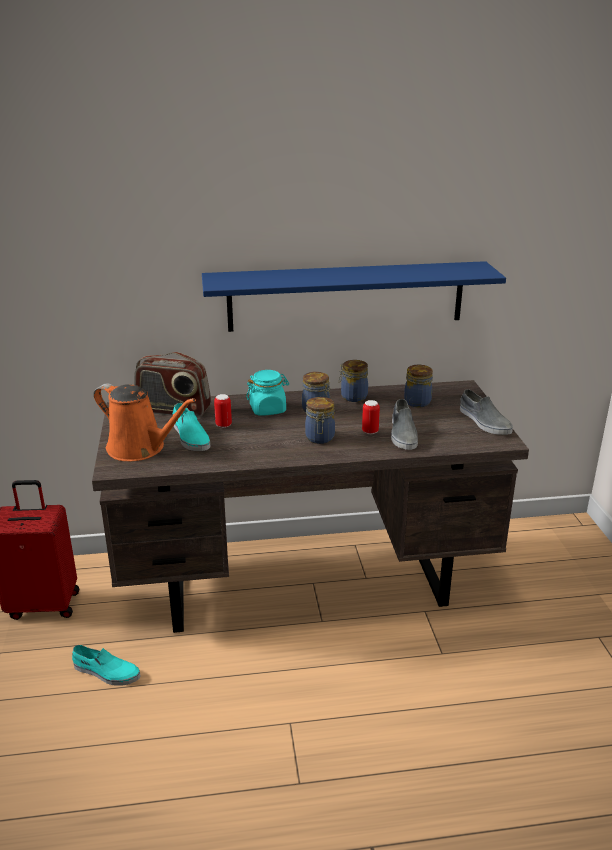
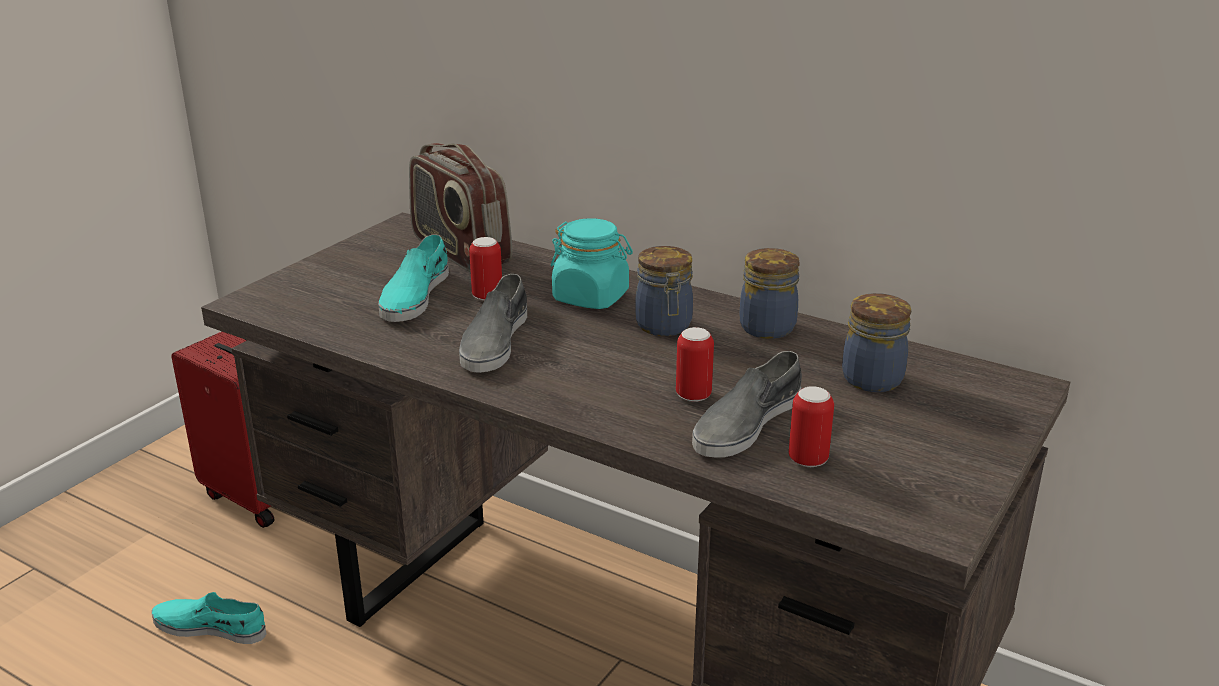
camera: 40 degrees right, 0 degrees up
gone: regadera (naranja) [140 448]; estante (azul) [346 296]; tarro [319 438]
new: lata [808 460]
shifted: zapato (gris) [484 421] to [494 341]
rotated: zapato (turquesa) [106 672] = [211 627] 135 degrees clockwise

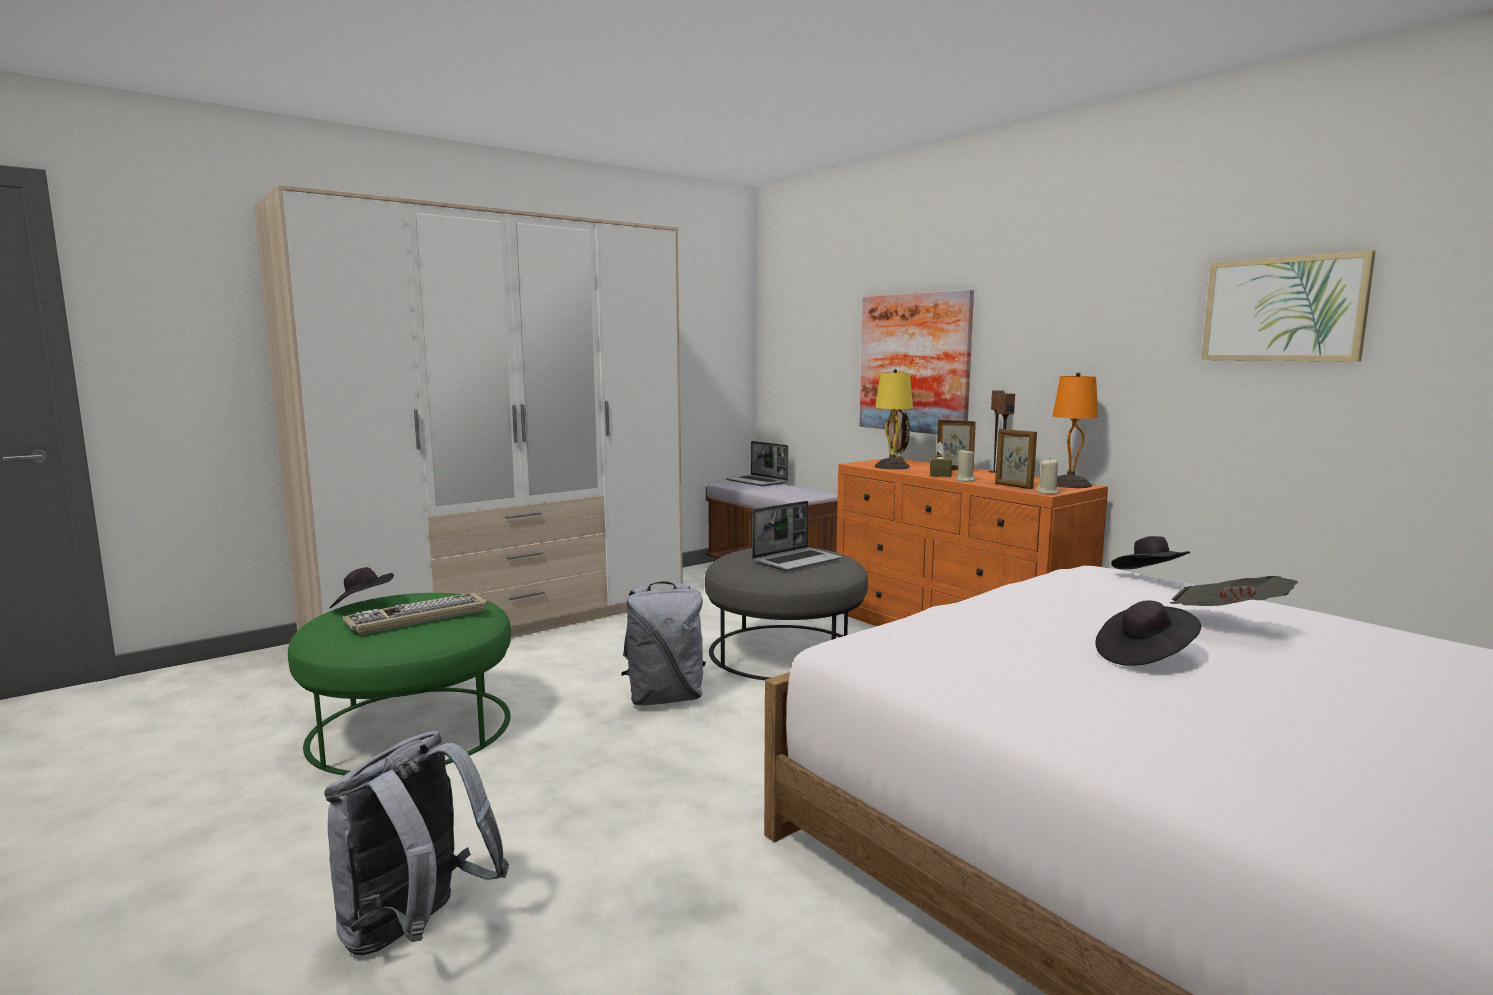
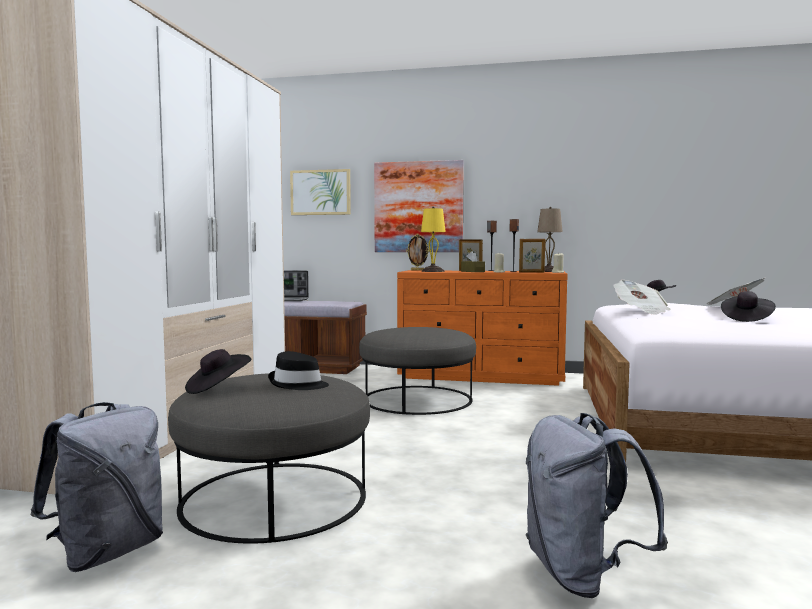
camera: 40 degrees left, 5 degrees down
gone: portátil [797 561]
new: periódico [641 311]
shifted: mochila (gris) [665 698] to [107 552]; cuadro [1283 309] to [320 192]
swapped: teclado [417 617] to sombrero (negro) [298 384]
repainted: puf (verde) [410 728] to puf (gris) [274 498]; lámpara de mesa (naranja) [1071 484] to lámpara de mesa (beis) [549 271]

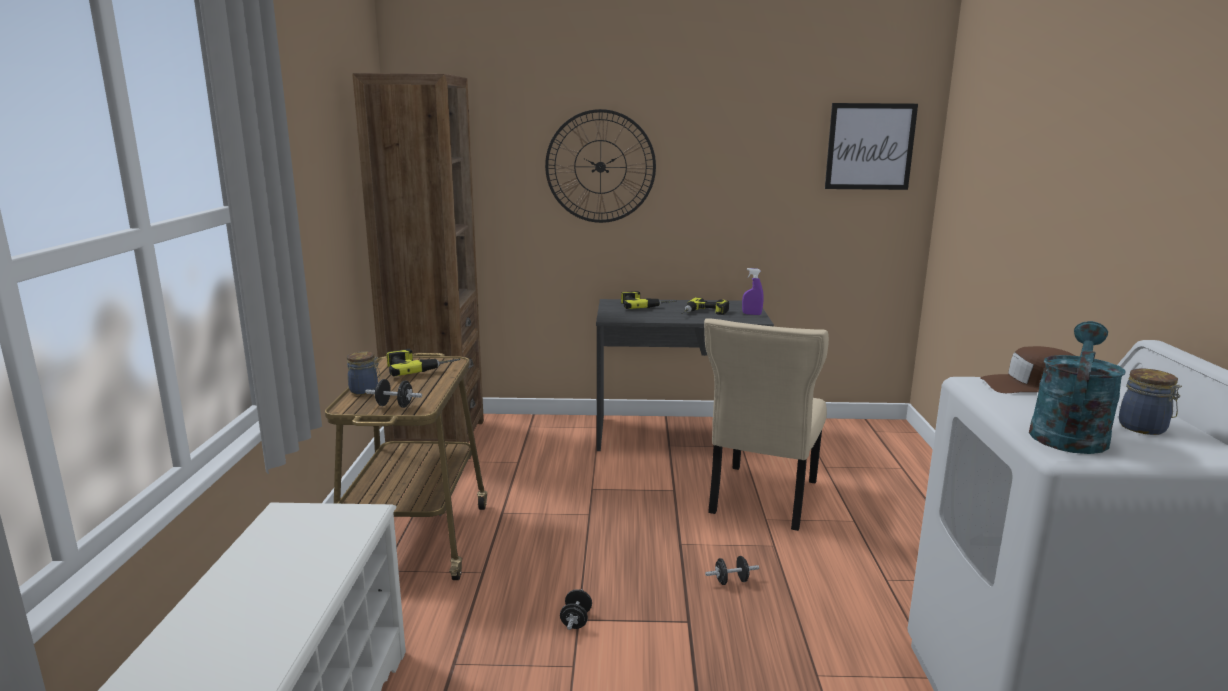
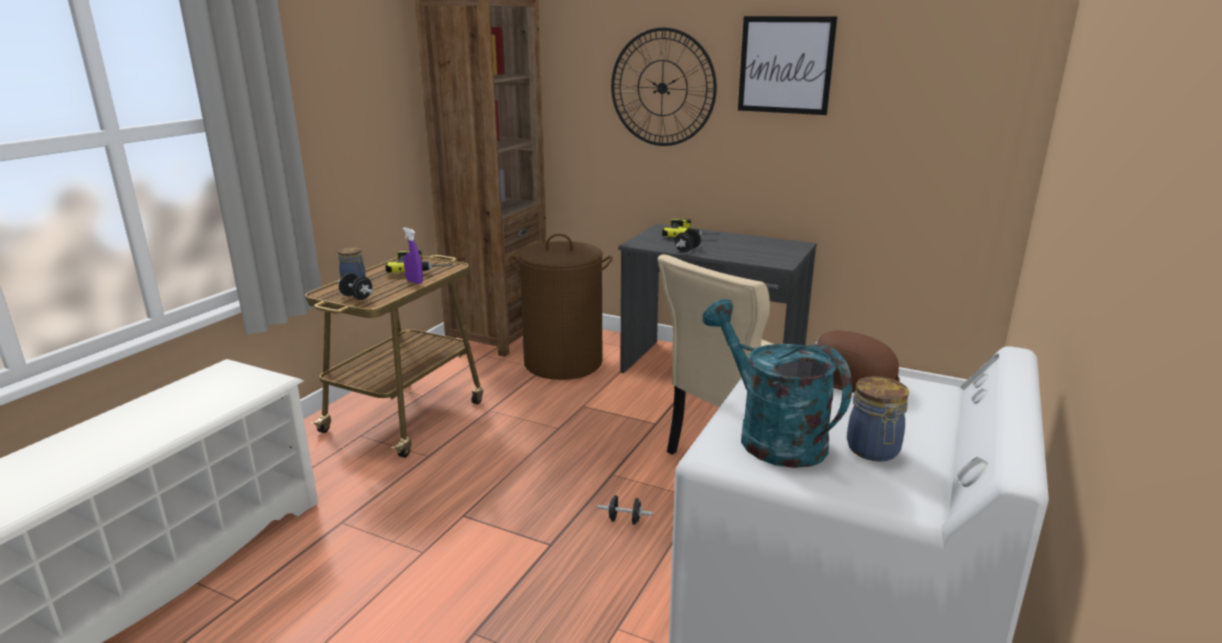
camera: 25 degrees right, 5 degrees up
gone: taladro [704 313]
new: cesto de la ropa (marrón) [563 362]
shifted: mancuerna (negro) [576 620] to [687 250]; pulverizador (morado) [751 314] to [414 282]; cuadro [870 146] to [785 65]
rotated: regadera (turquesa) [1068 432] = [770 435] 90 degrees counterclockwise

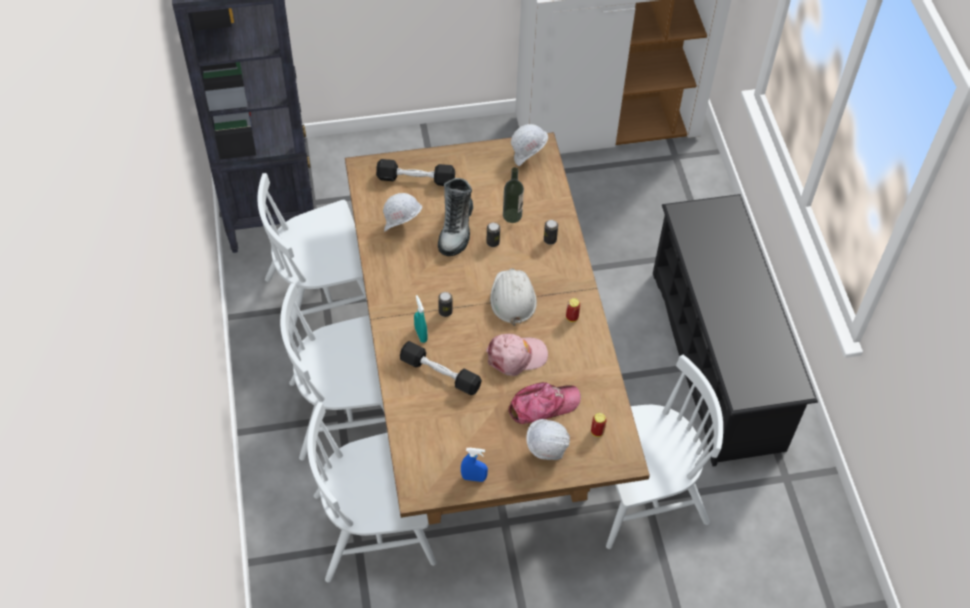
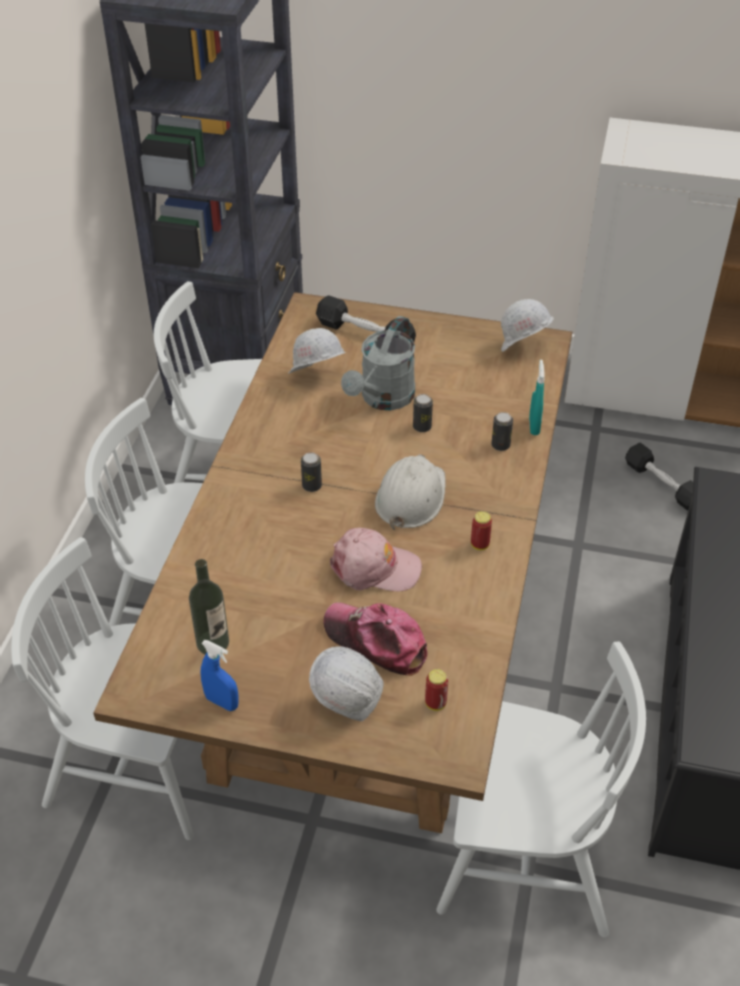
camera: 25 degrees right, 10 degrees down
shifted: mancuerna (negro) [440 374] to [662 485]; pulverizador (turquesa) [421 334] to [534 426]; botella [512 215] to [212 643]
swapped: bota [456 229] to regadera (gris) [383 399]
rotated: gorra [543 405] = [376 642] 150 degrees counterclockwise

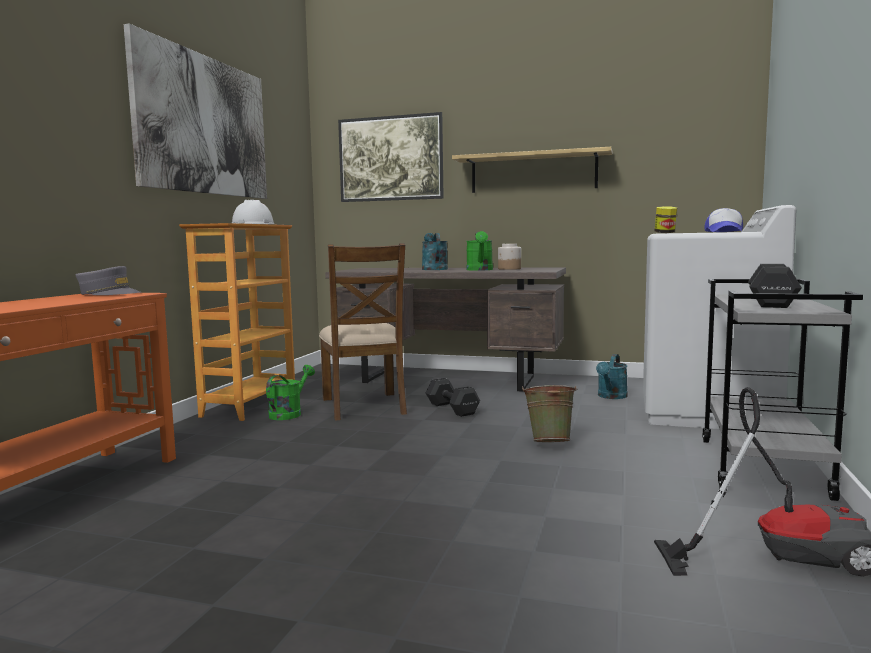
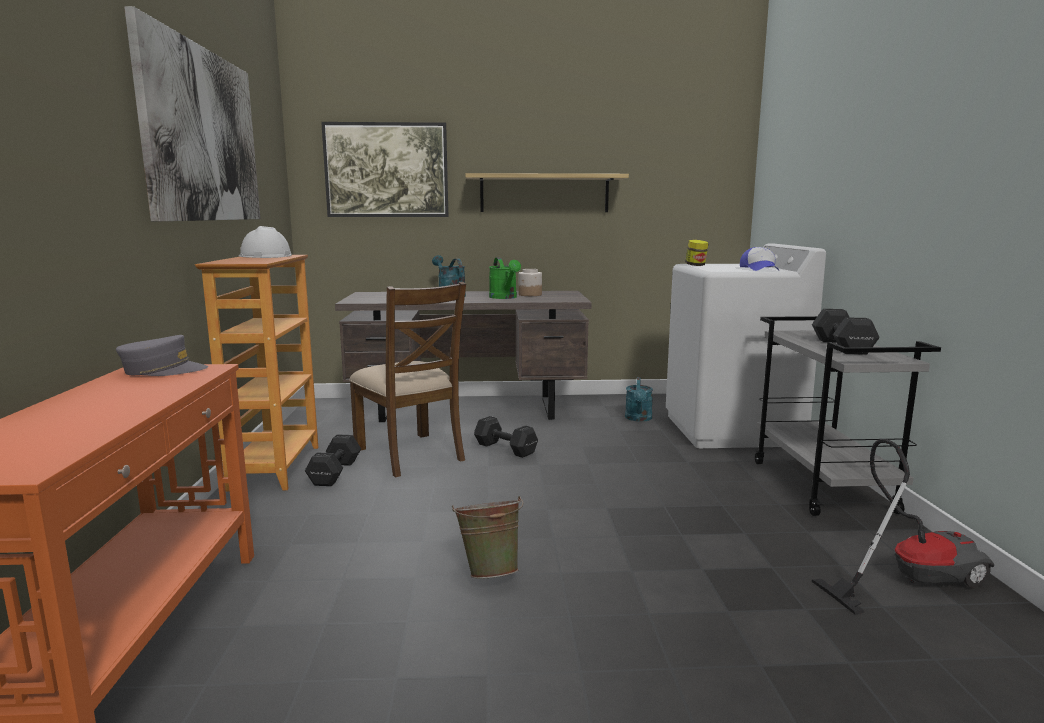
camera: 20 degrees left, 5 degrees up
shifted: cubo (verde) [550 442] to [490 572]
swapped: regadera (verde) [289 413] to mancuerna (negro) [333 473]

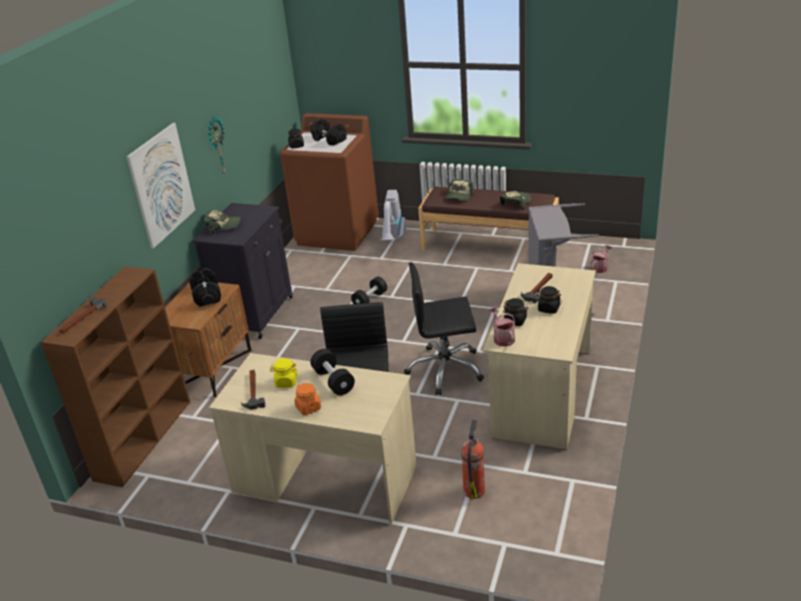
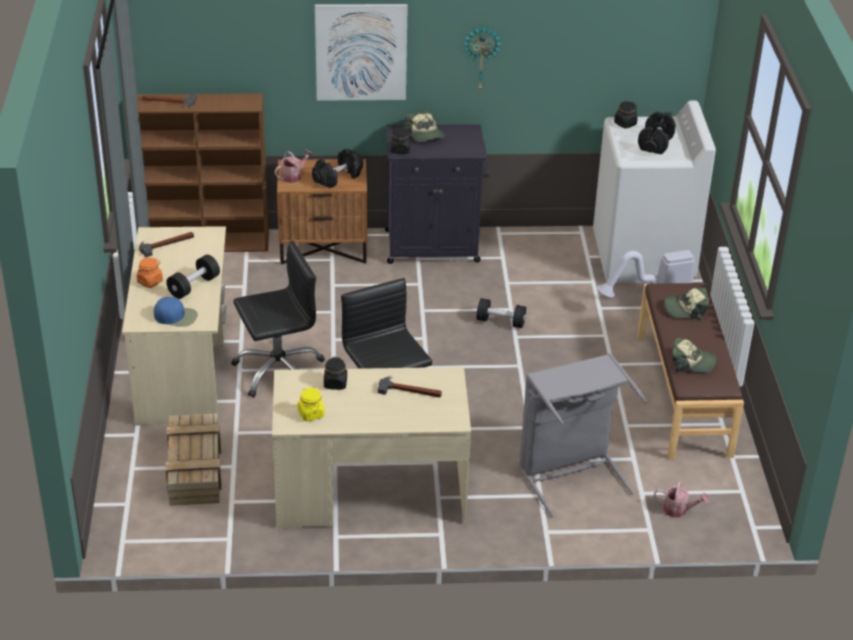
camera: 65 degrees right, 5 degrees up
new: gorra (azul) [176 316]
shifted: tarro (amarillo) [286 382] to [311 414]; regadera [502 338] to [293 176]; tarro (negro) [548 309] to [400 150]
swapped: extintor [474 490] to caja de embalaje [195 470]
repainted: lavadora (marrón) [338 232] to lavadora (blanco) [643 257]

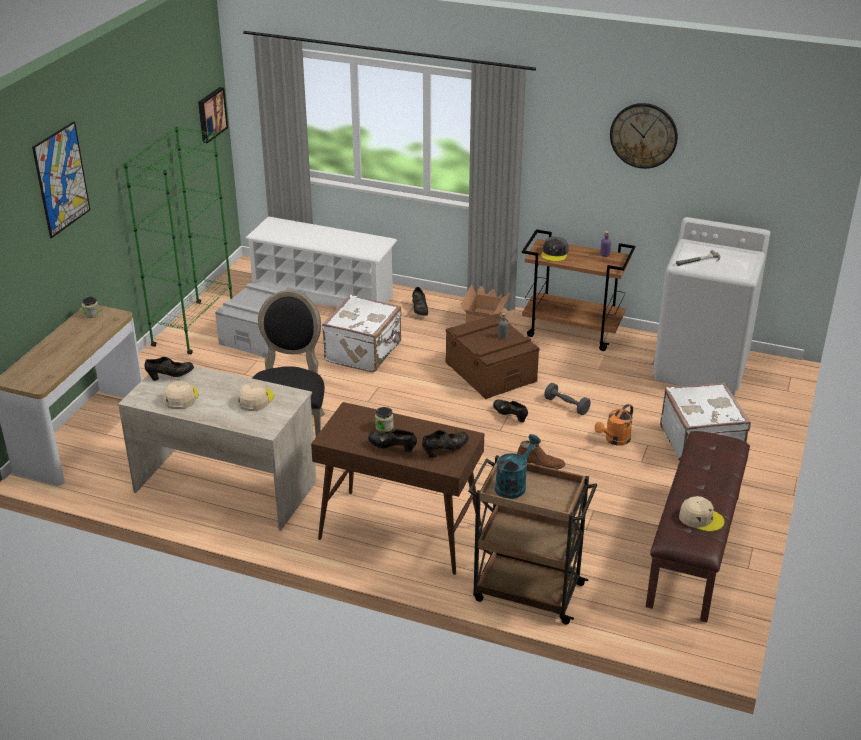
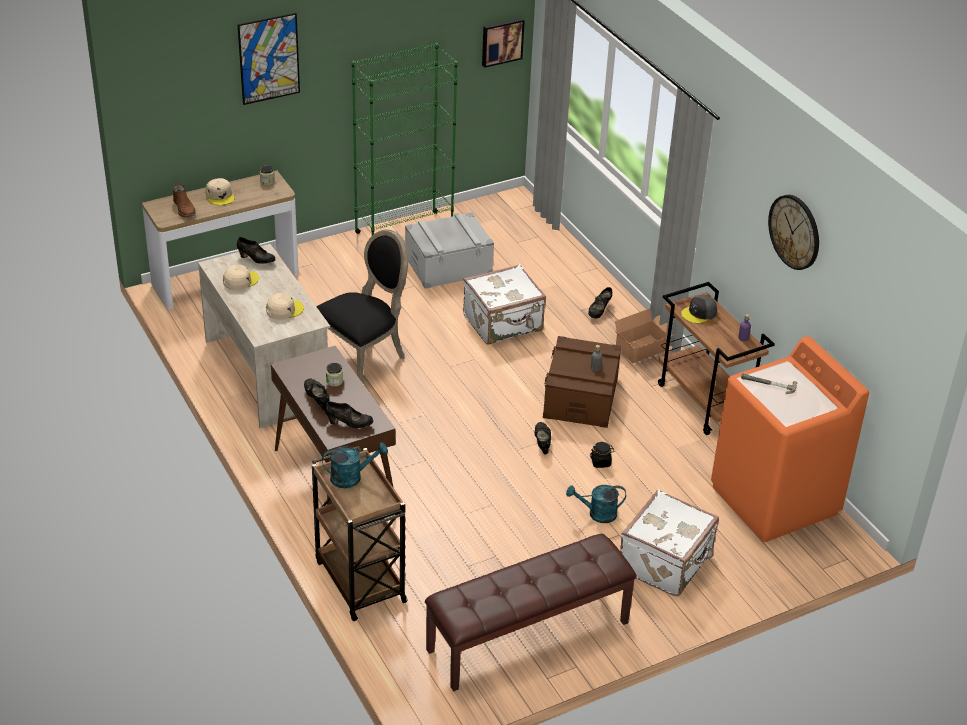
camera: 40 degrees right, 5 degrees up
gone: zapatero (blanco) [324 295]
shifted: bota (marrón) [540 463] to [184 208]; gorra (beis) [700 518] to [220 196]
swapped: mancuerna (gris) [566 405] to tarro (negro) [601 462]
repainted: regadera (naranja) [614 440] to regadera (turquesa) [597 514]; lavadora (blanco) [702 367] to lavadora (naranja) [775 500]

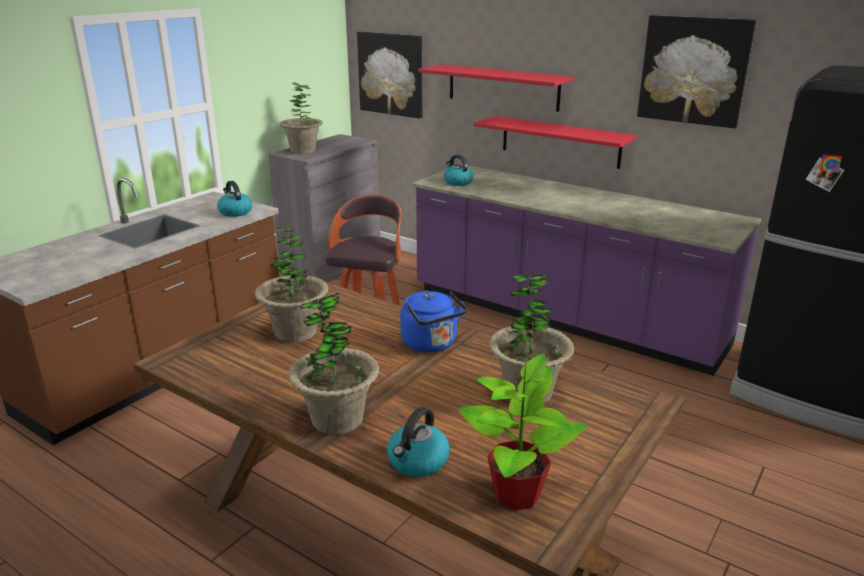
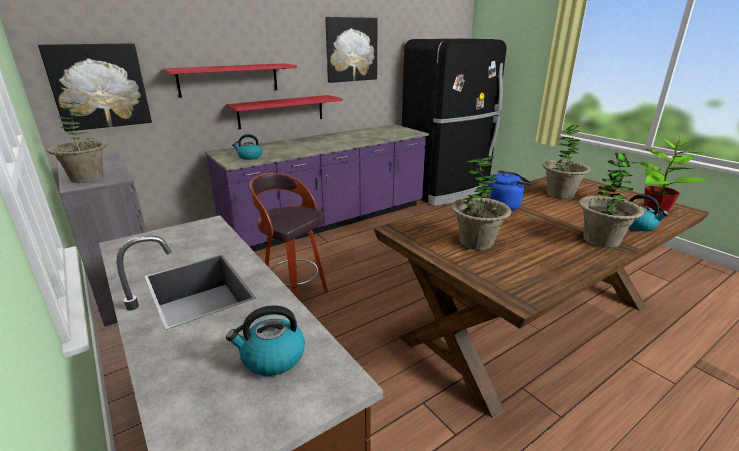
camera: 70 degrees left, 0 degrees up
shifted: hervidor [235 212] to [272 358]

